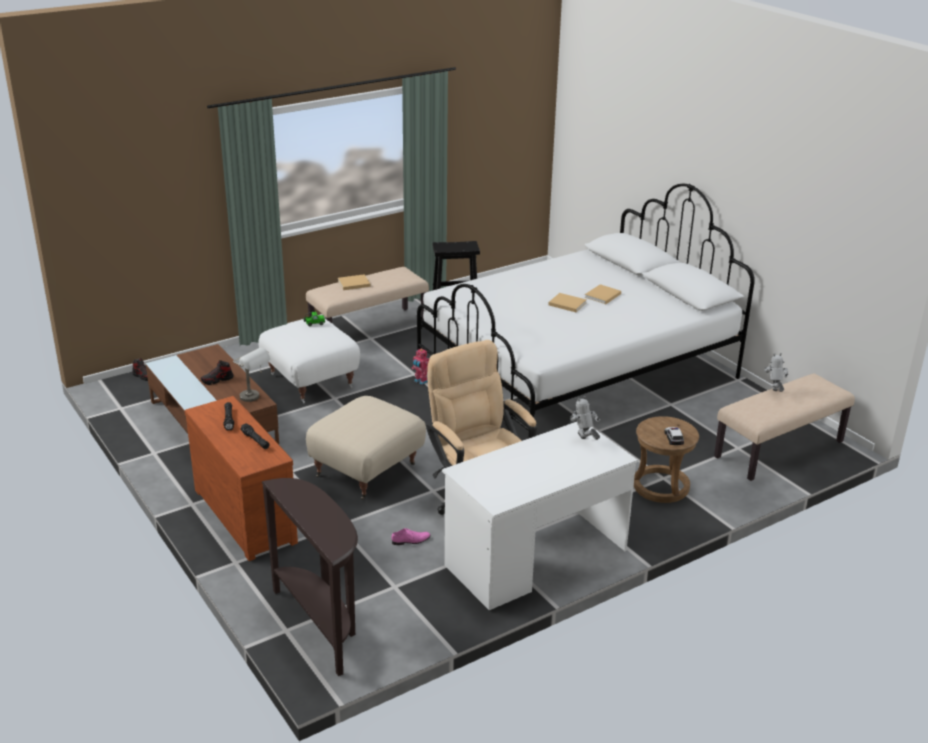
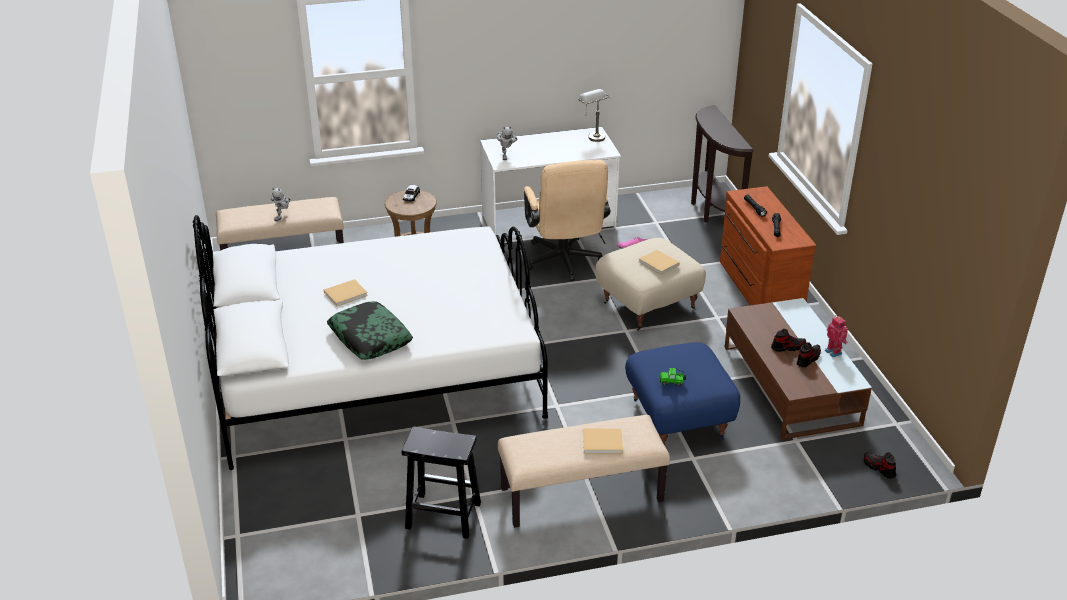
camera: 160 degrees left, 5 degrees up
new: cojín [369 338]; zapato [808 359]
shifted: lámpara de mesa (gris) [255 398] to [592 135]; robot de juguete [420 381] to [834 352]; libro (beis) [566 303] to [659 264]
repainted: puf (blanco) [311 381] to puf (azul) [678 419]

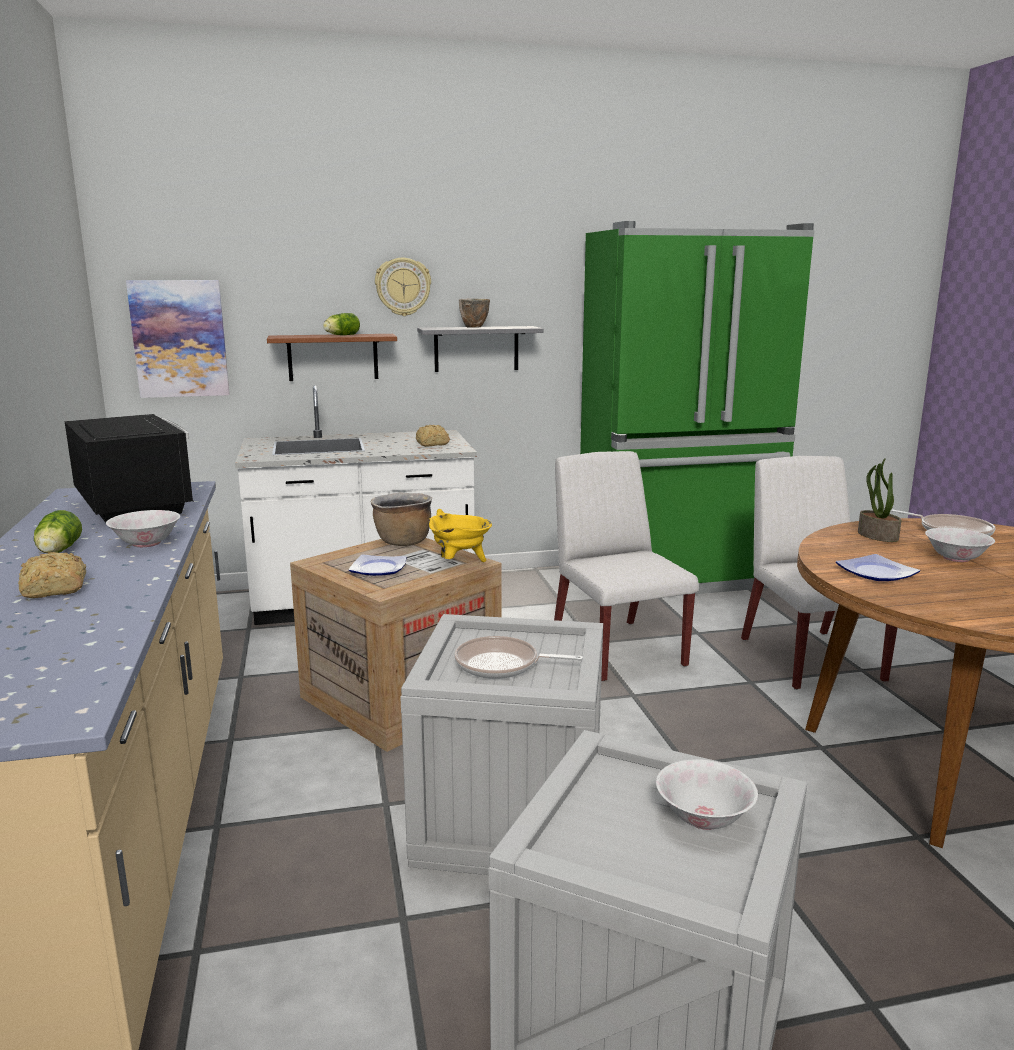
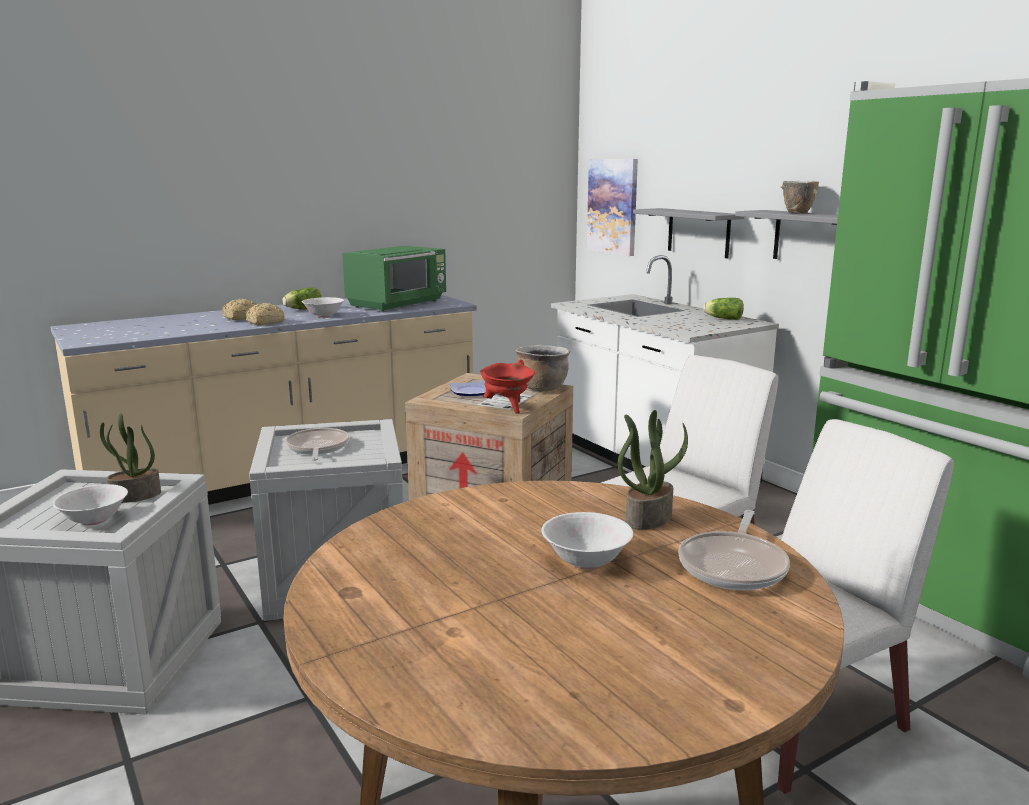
camera: 70 degrees right, 0 degrees up
gone: reloj de pared [403 287]; plato [878 573]
new: planta en maceta [134 496]
shifted: lechuga [340 335] to [722 318]; pan [432 444] to [264 323]
repainted: microondas (negro) [134 506] to microondas (verde) [398 304]; estante (marrón) [333 357] to estante (gris) [698 232]; olla (amarillo) [459 563] to olla (rojo) [507 408]

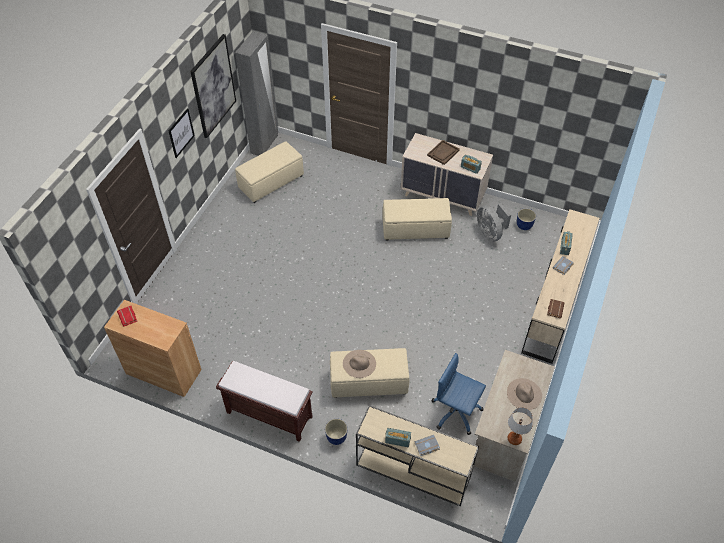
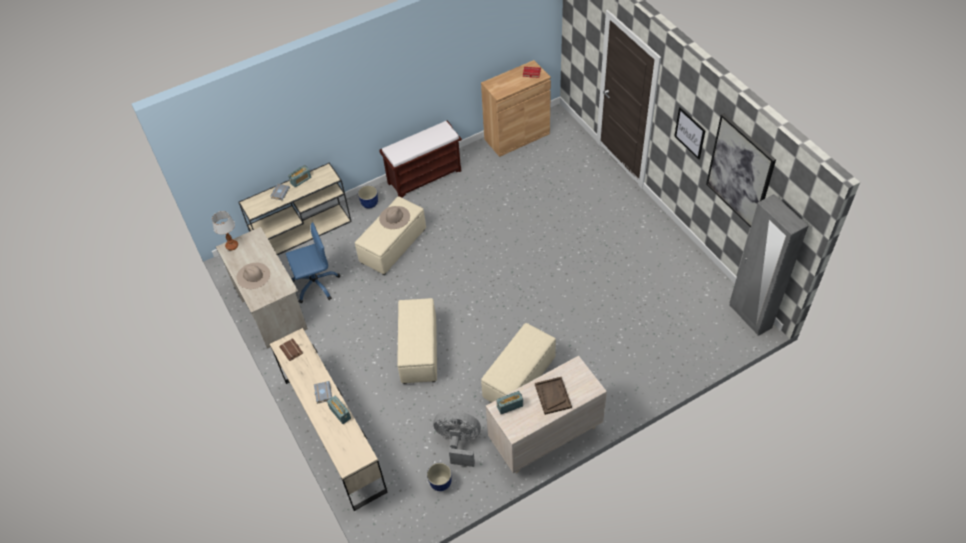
camera: 130 degrees right, 0 degrees up
shifted: puf (beis) [271 182] to [419 351]

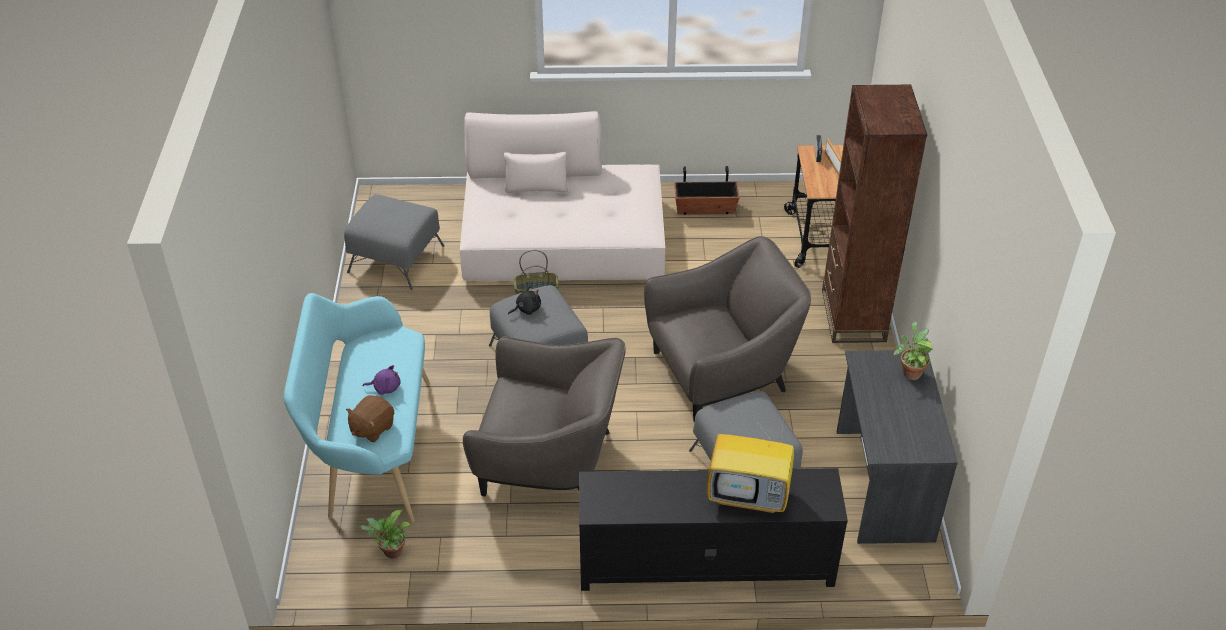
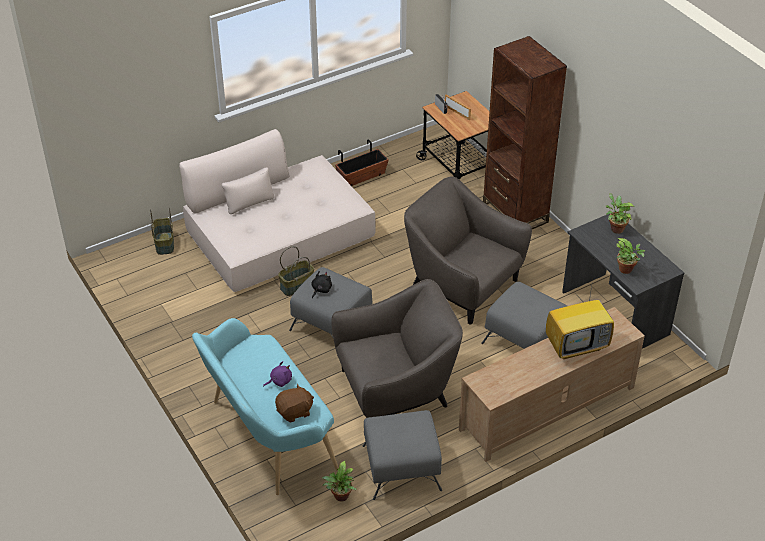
camera: 30 degrees left, 0 degrees up
new: cesta [164 243]; planta en maceta [627 270]
shifted: puf (gris) [396 259] to [402 468]
repainted: mueble de televisión (negro) [704 562] to mueble de televisión (beis) [547 408]
rotated: peluche (marrón) [372 428] = [295 412] 120 degrees counterclockwise; sillón (gris) [721 373] = [462 284] 90 degrees counterclockwise

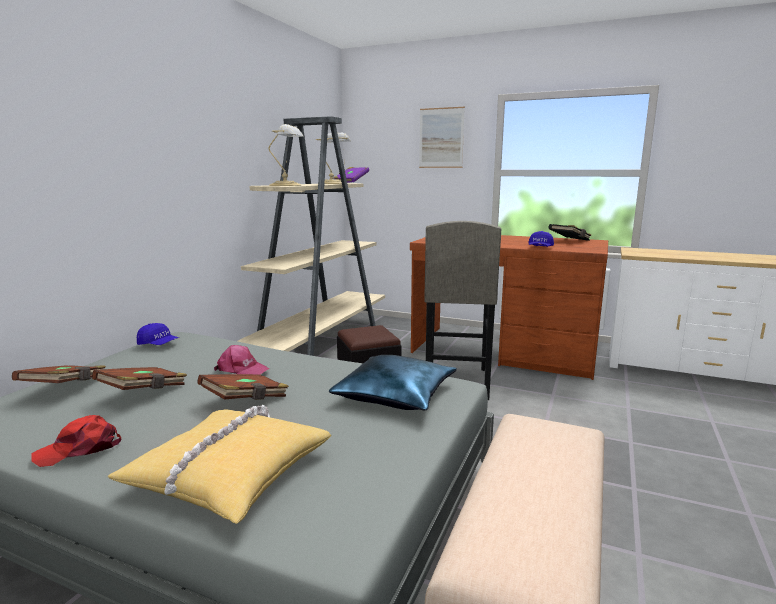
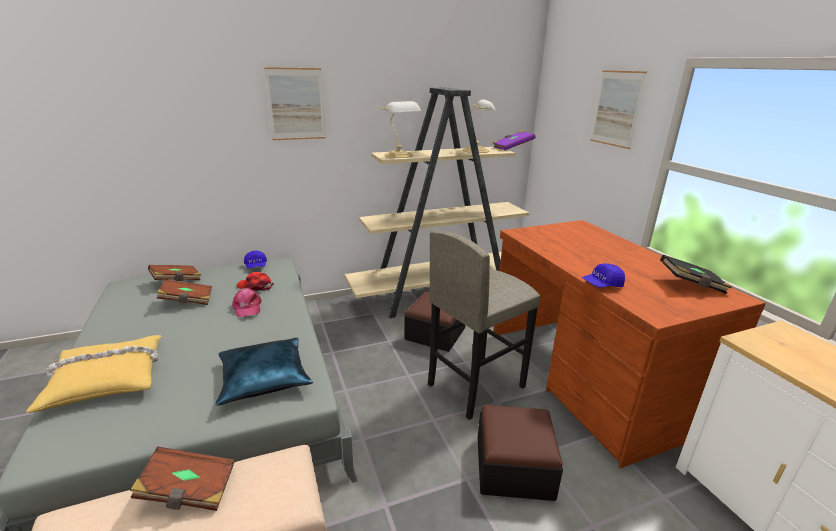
camera: 45 degrees right, 10 degrees up
new: cuadro [296 104]; puf [513 467]
shifted: gorra (rojo) [80 449] to [255 286]; libro (marrón) [246 401] to [189 491]

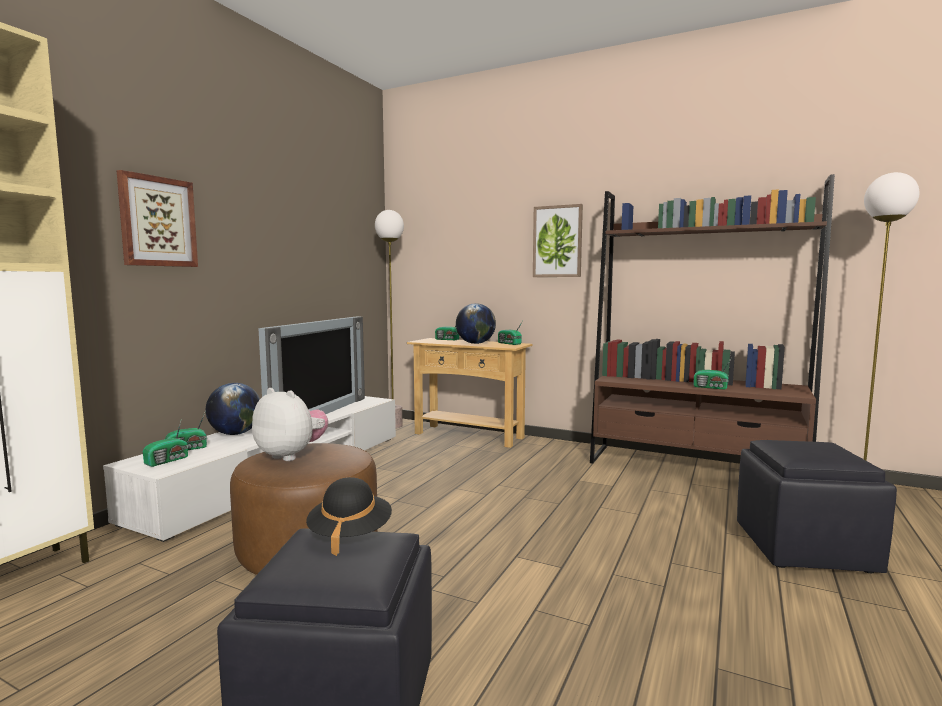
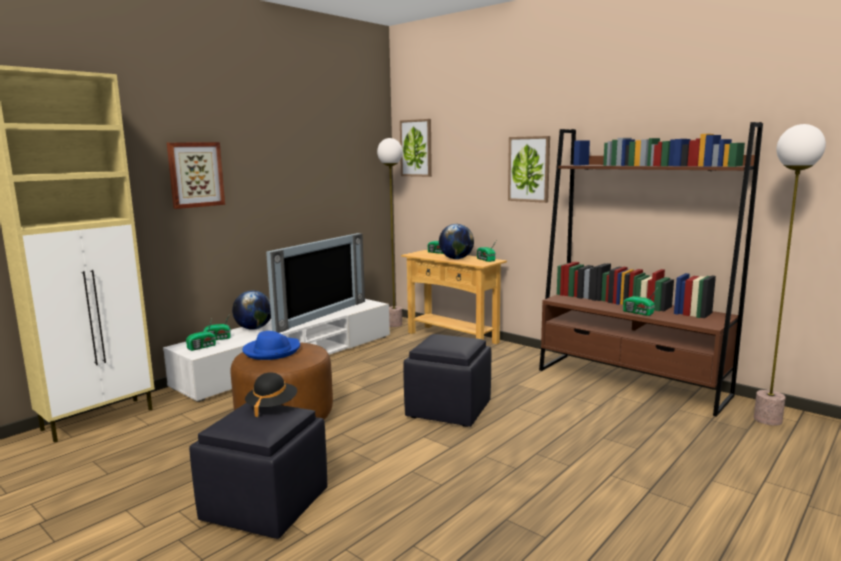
camera: 15 degrees right, 5 degrees up
new: cuadro [416 148]
shifted: puf (negro) [804 547] to [449 409]
swapped: peluche [291 455] to sombrero (azul) [272 351]

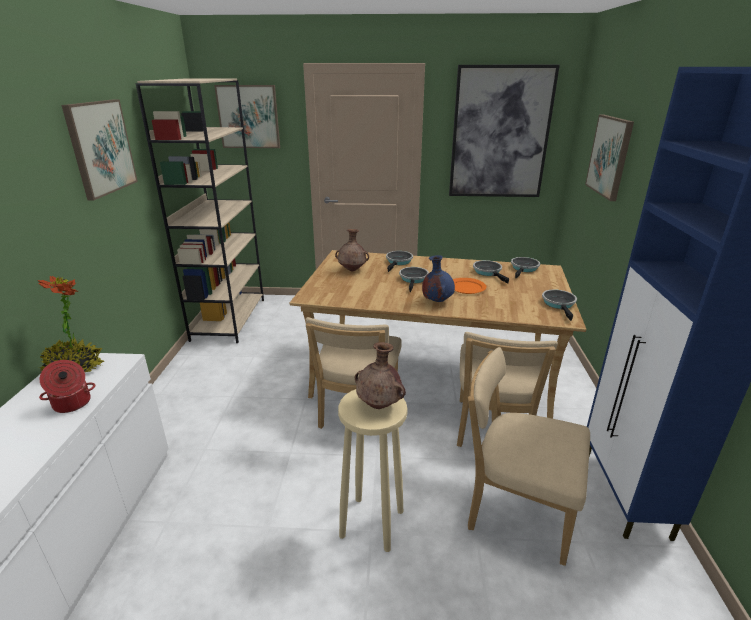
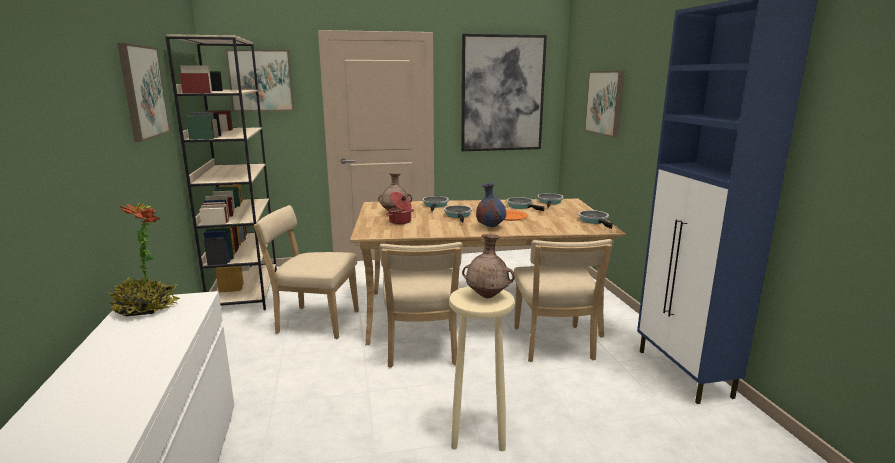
camera: 15 degrees left, 10 degrees down
shifted: olla [72 404] to [400 222]; silla (beis) [515 510] to [314 322]

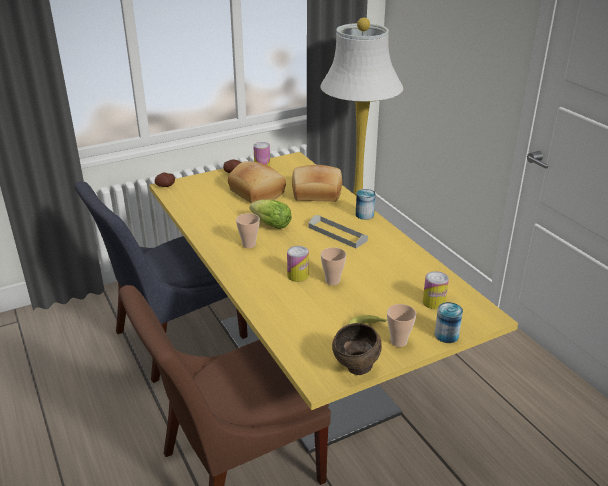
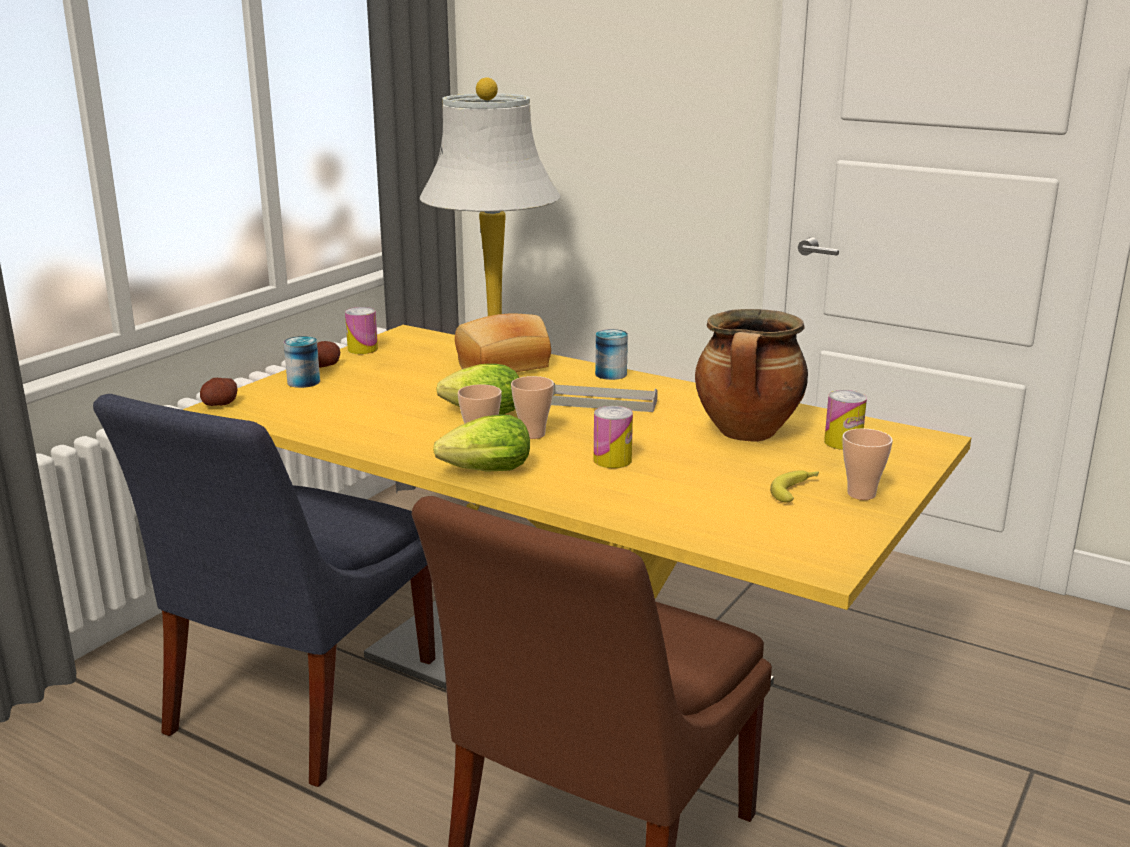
camera: 30 degrees left, 10 degrees down
gone: pan [258 192]; cuenco (marrón) [356 369]
new: lechuga [482 472]; olla [748 434]
shifted: taza [332 281] to [532 434]; lata [446 335] to [303 382]

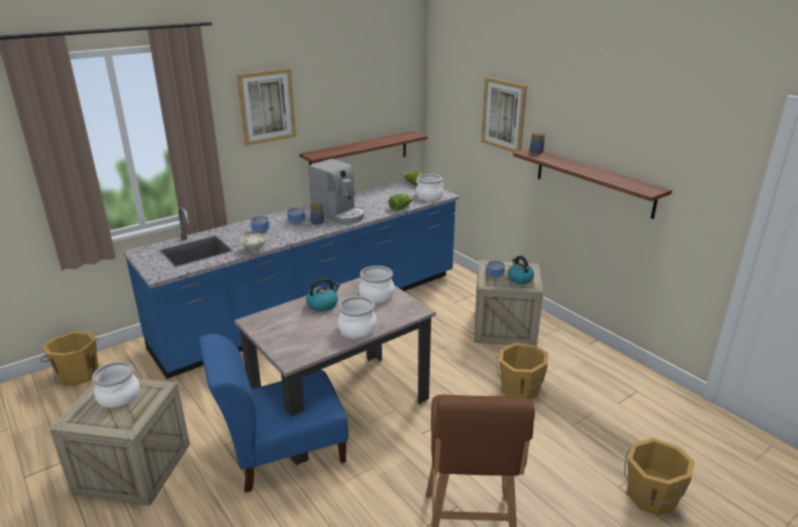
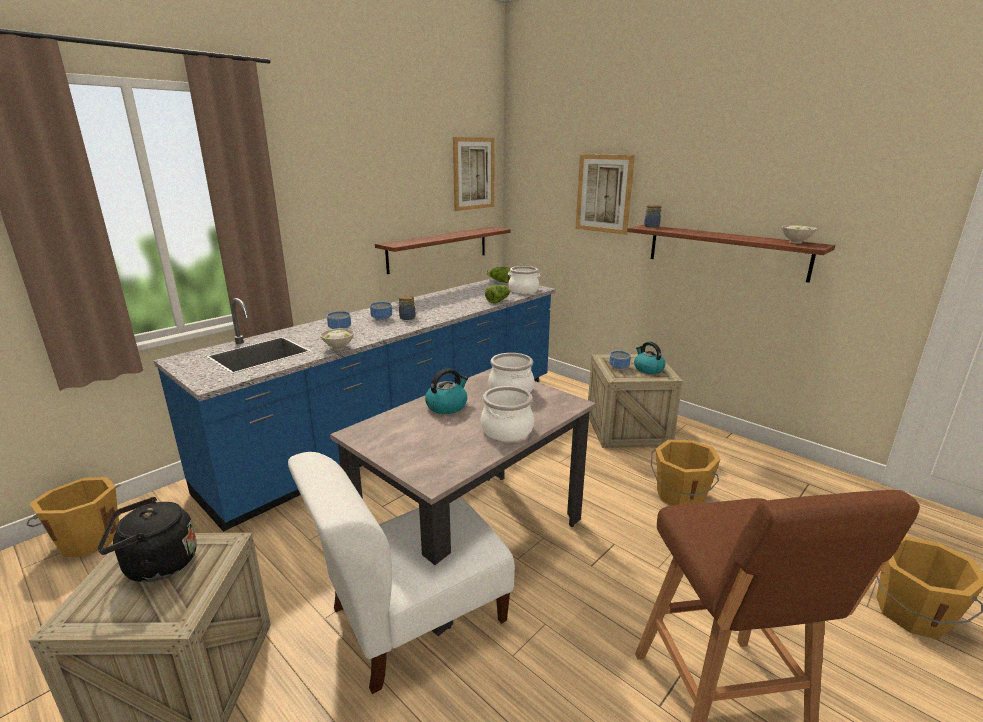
camera: 10 degrees left, 5 degrees down
gone: cafetera [339 214]
new: cuenco (blanco) [795 242]
shifted: cuadro [267 106] to [473 173]
swapped: olla [118 396] to hervidor (negro) [156 566]
repainted: silla (azul) [282 452] to silla (blanco) [411 619]

